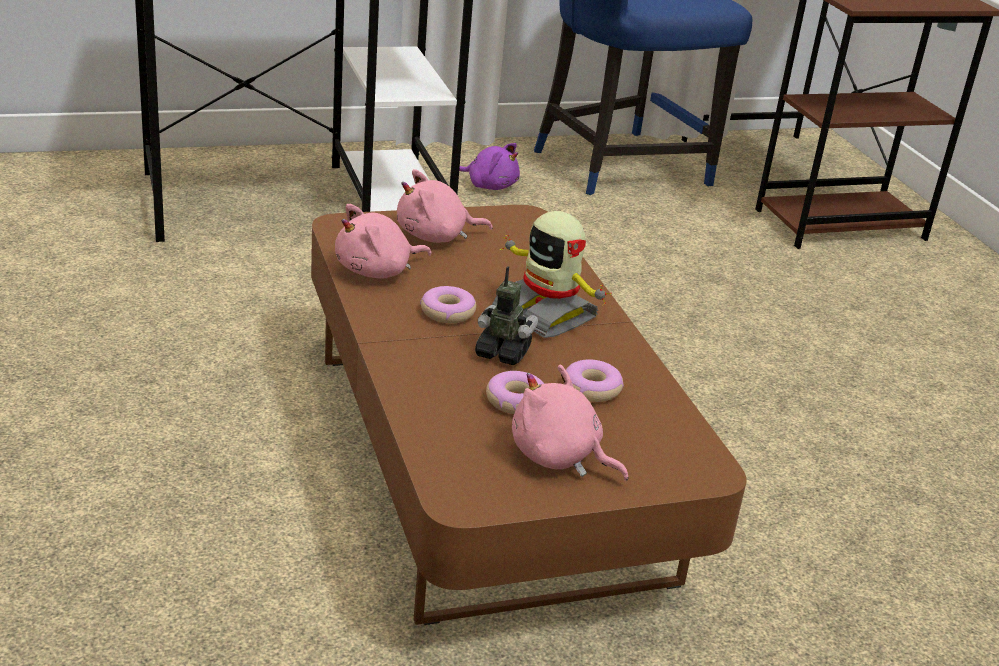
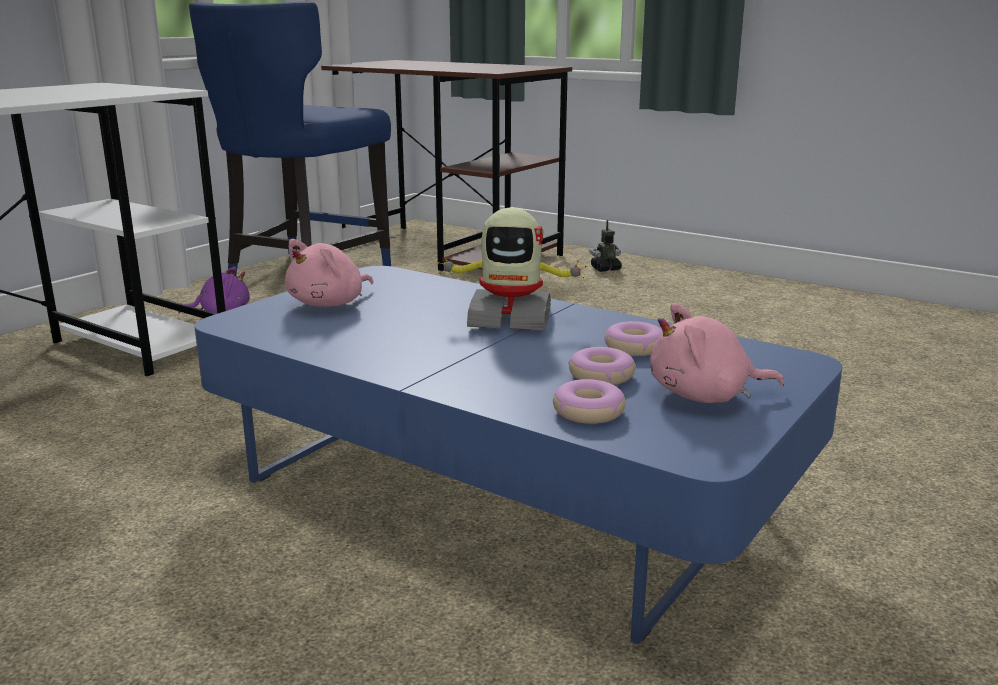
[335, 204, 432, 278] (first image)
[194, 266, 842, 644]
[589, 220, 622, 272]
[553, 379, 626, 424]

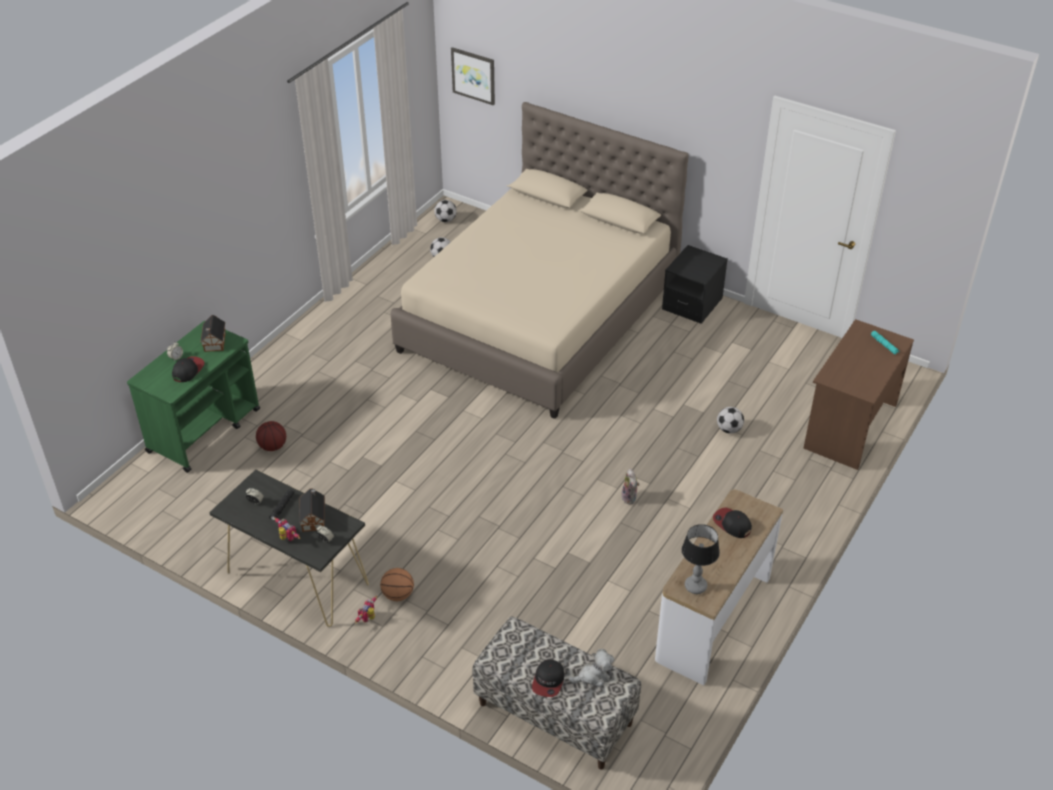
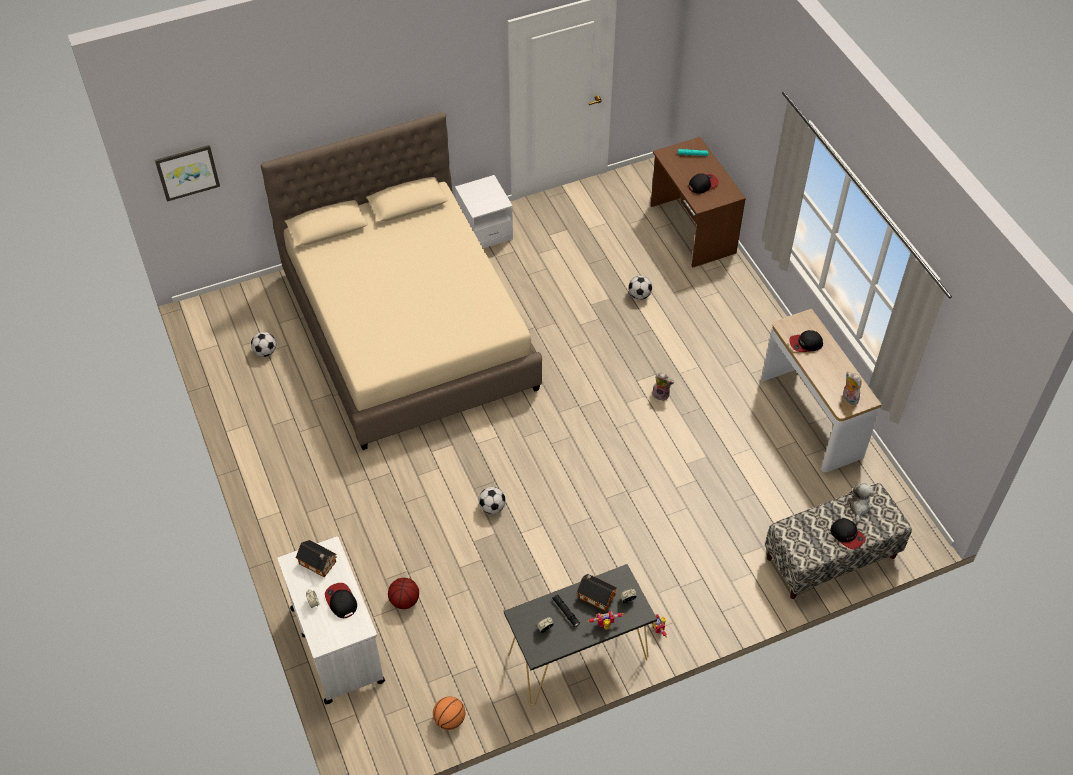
[479, 487, 506, 514]
[455, 175, 513, 248]
[277, 536, 385, 704]
[843, 372, 862, 405]
[433, 696, 465, 730]
[689, 173, 719, 194]

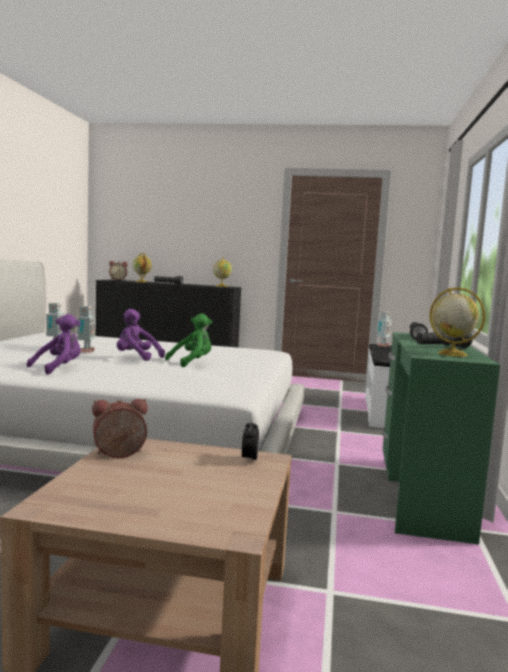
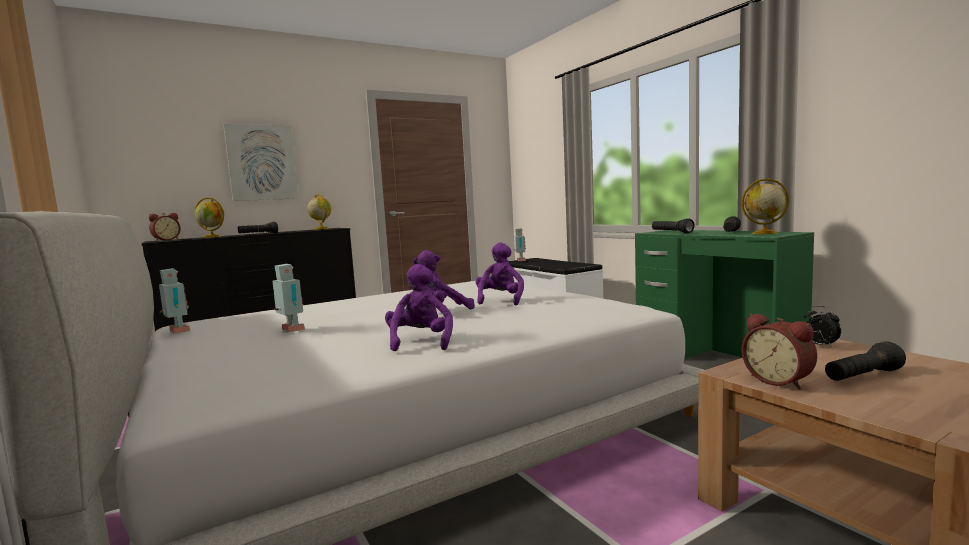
[159, 268, 190, 334]
[476, 243, 524, 305]
[742, 313, 817, 390]
[223, 124, 299, 201]
[825, 341, 906, 381]

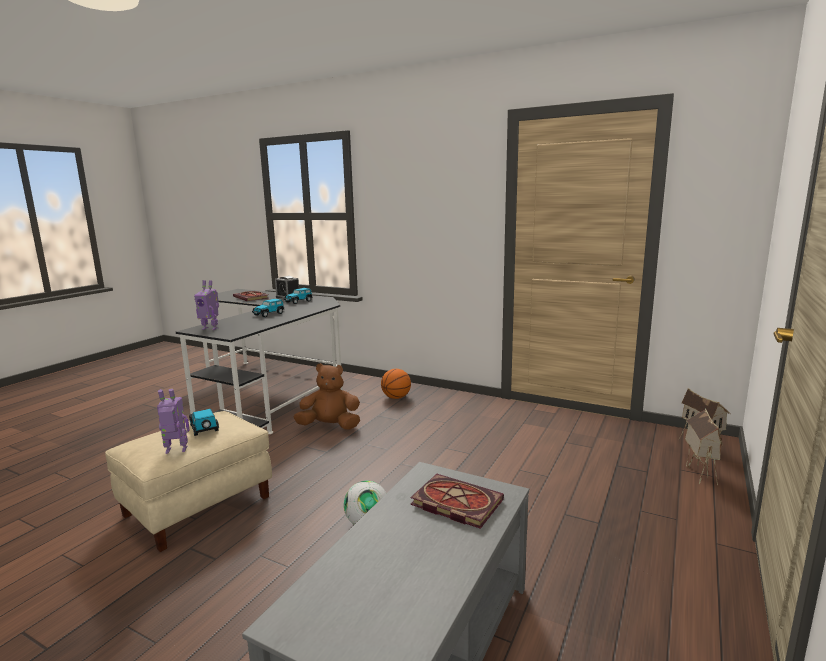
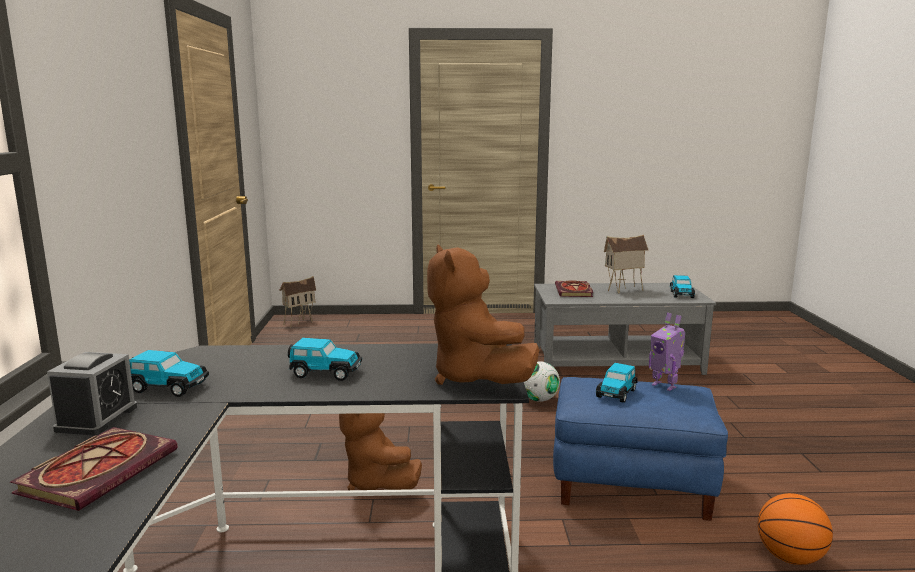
[427, 244, 539, 385]
[758, 493, 833, 565]
[604, 235, 648, 294]
[553, 377, 728, 521]
[670, 275, 695, 298]

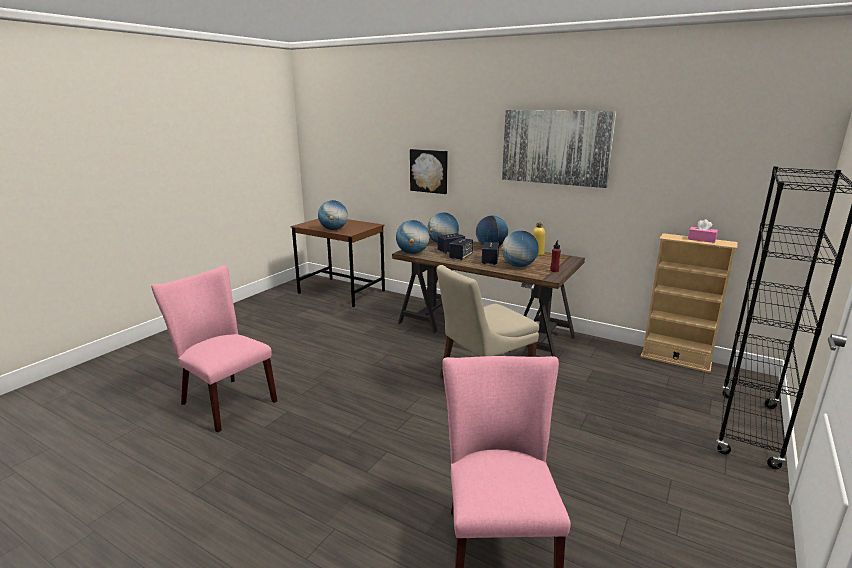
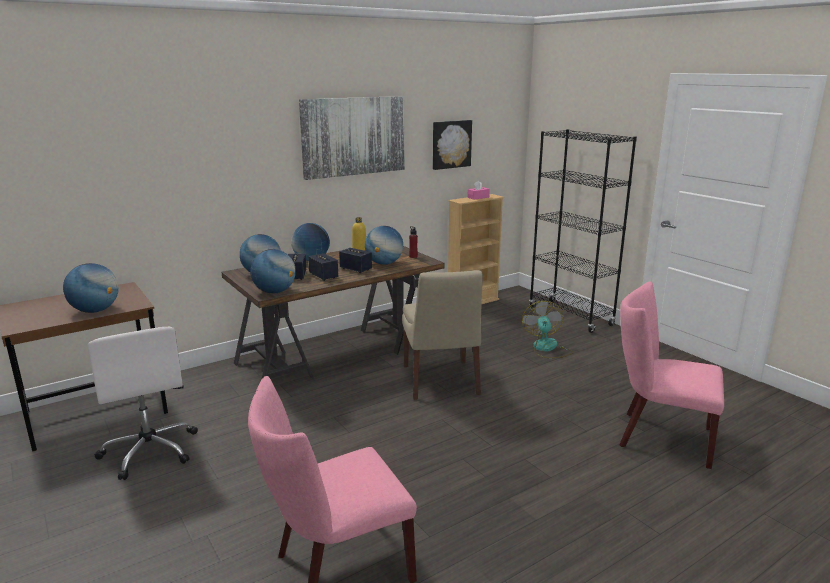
[433, 120, 472, 170]
[522, 301, 573, 358]
[87, 327, 198, 480]

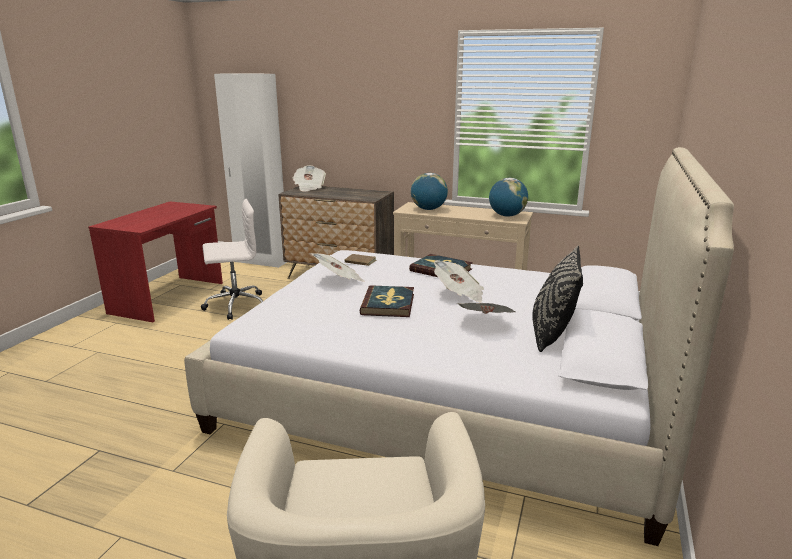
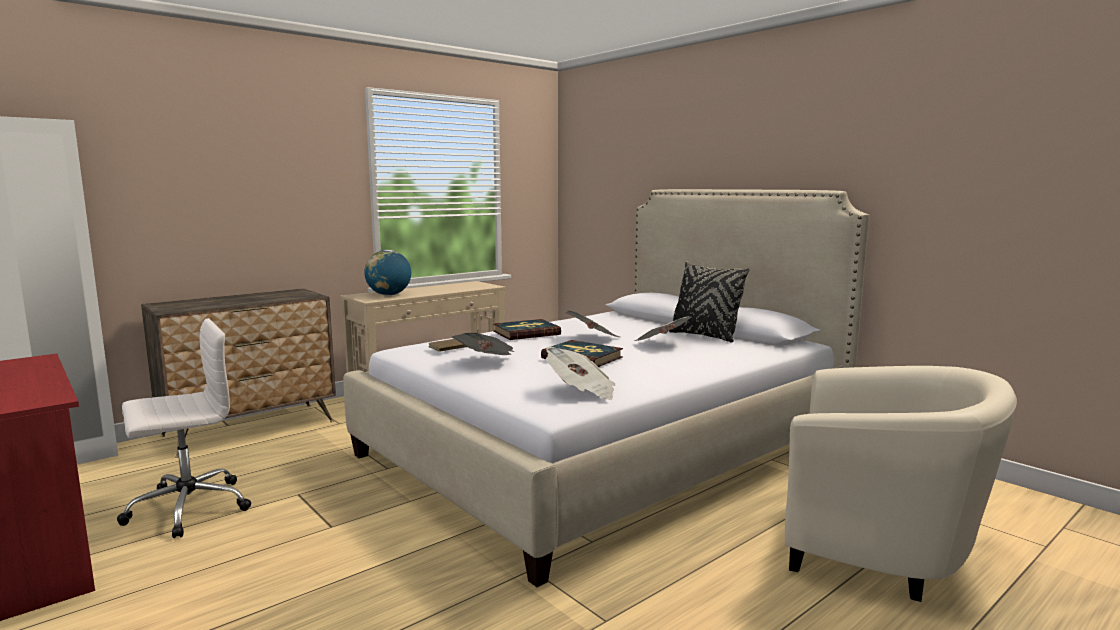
[546, 347, 615, 400]
[489, 178, 528, 217] (first image)
[117, 318, 251, 538]

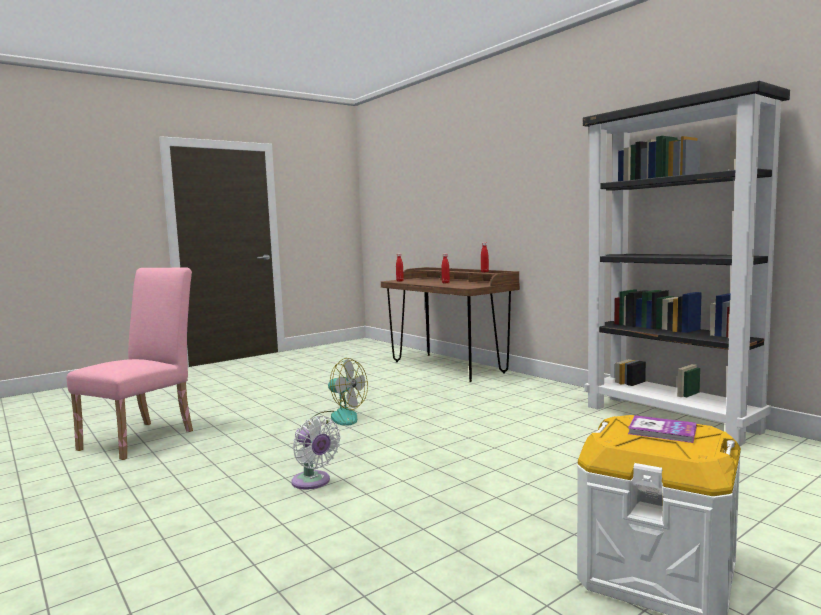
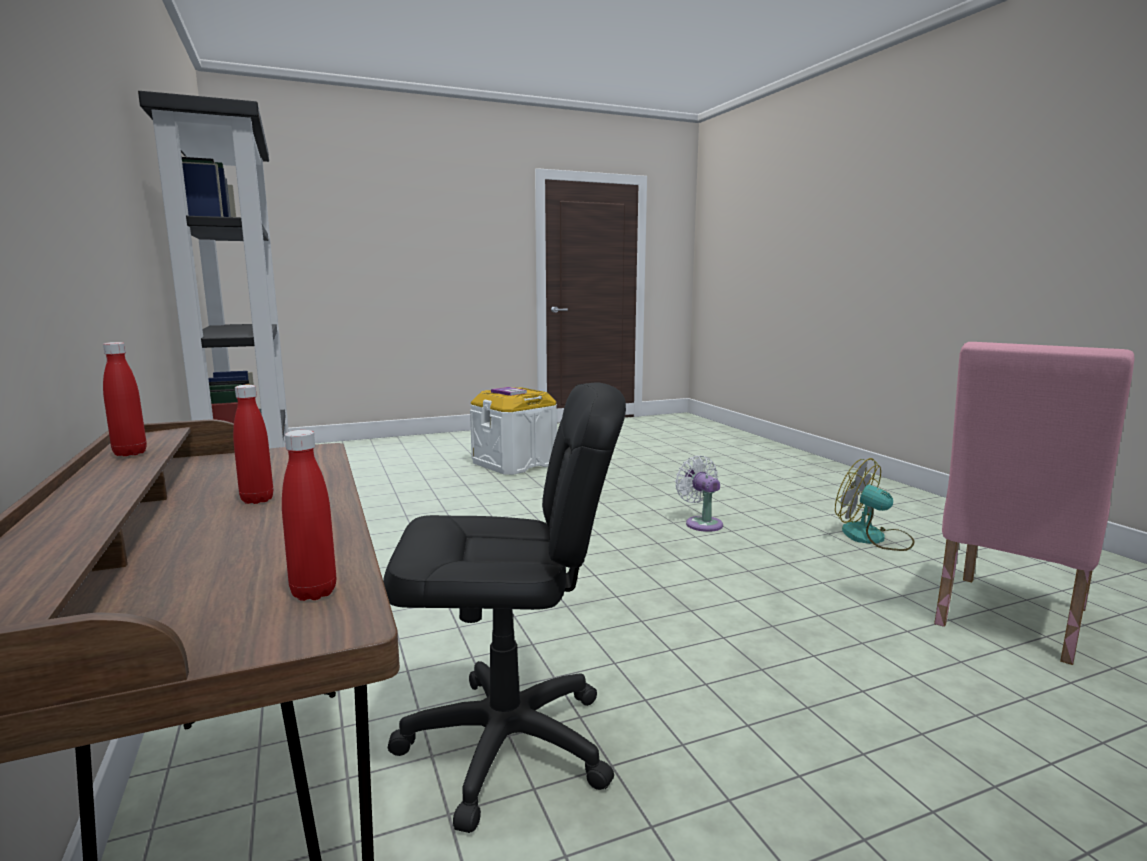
[835, 458, 915, 551]
[383, 382, 626, 833]

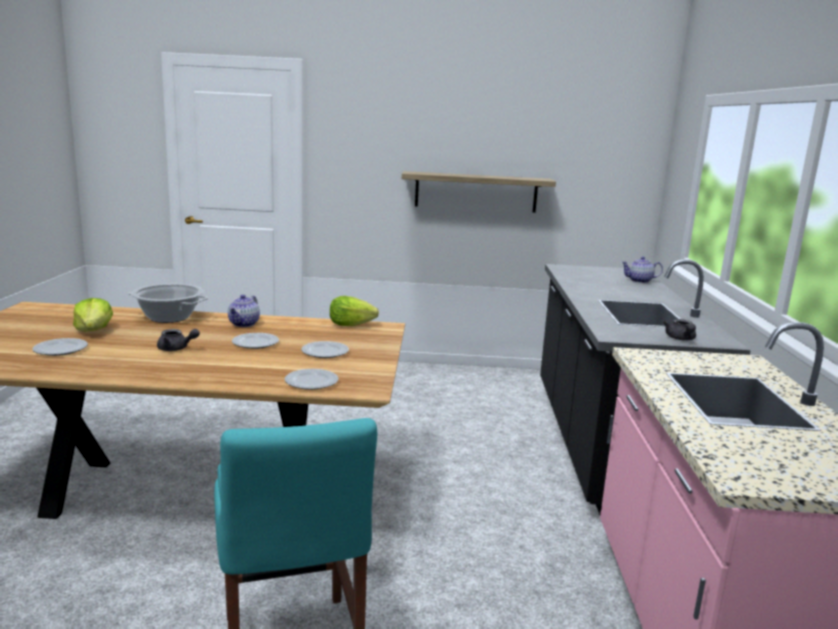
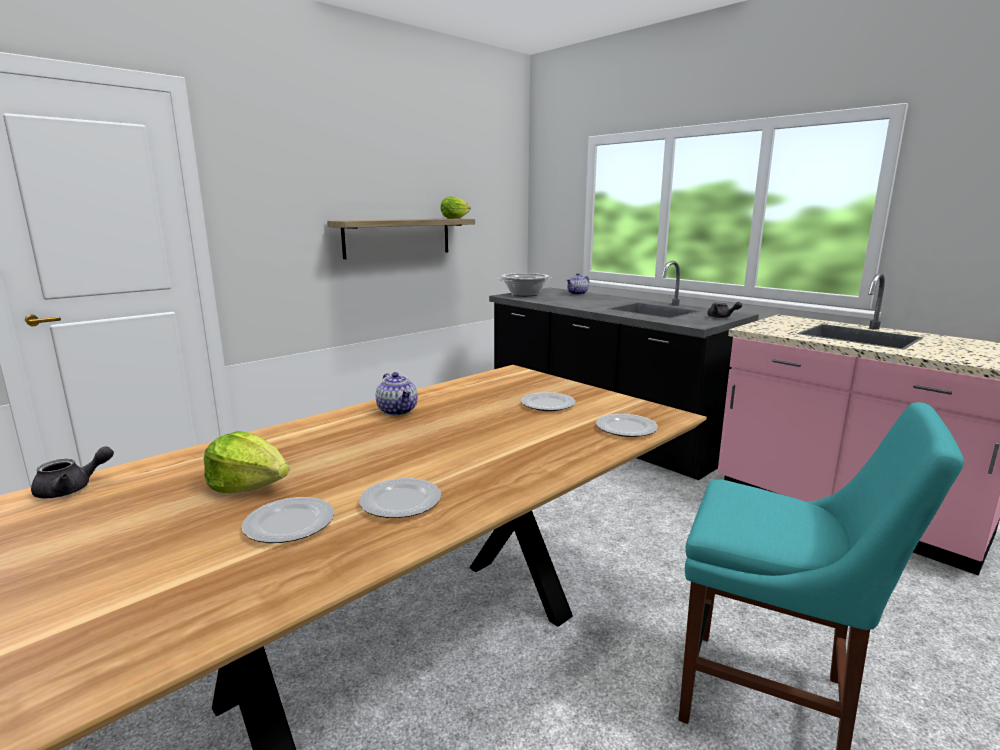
[497, 273, 553, 296]
[440, 197, 471, 219]
[31, 446, 114, 498]
[359, 478, 441, 518]

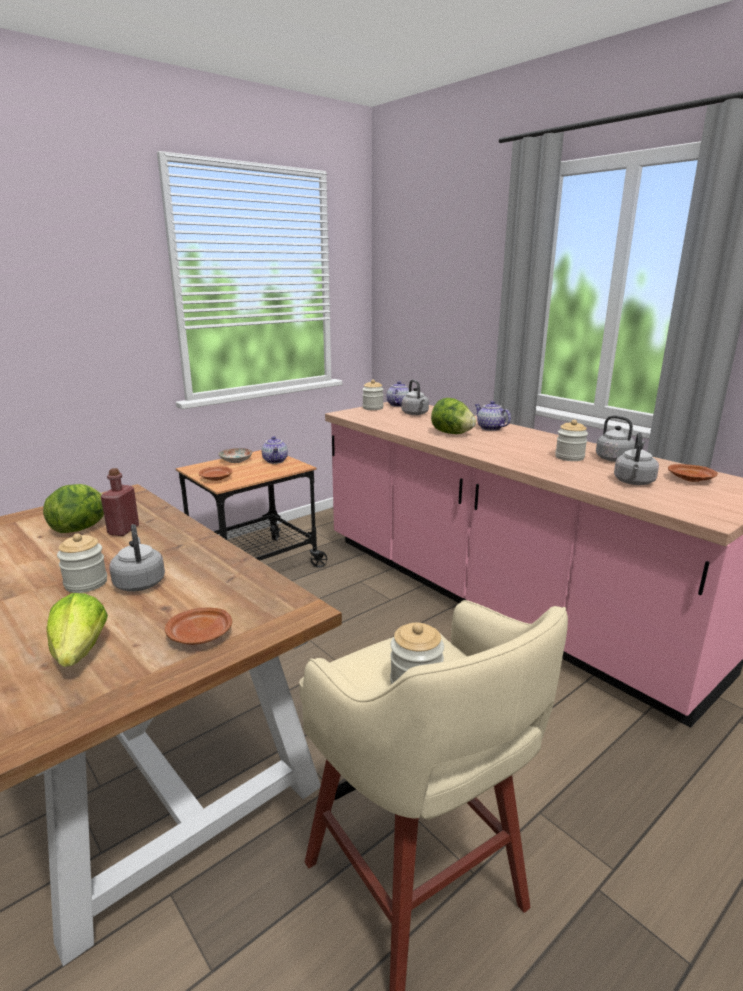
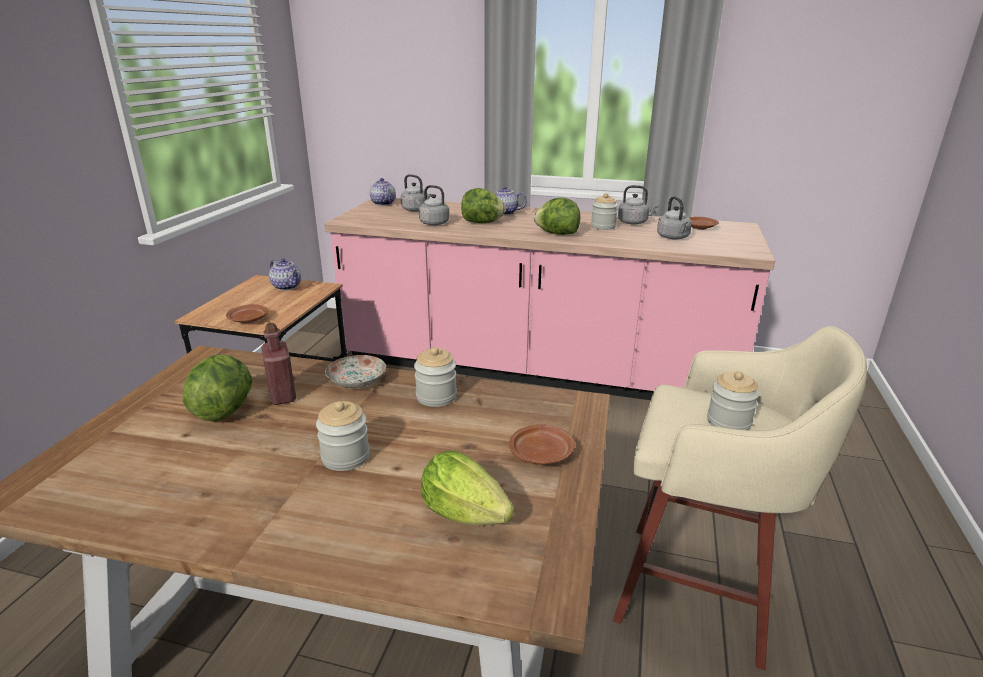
[414, 347, 457, 407]
[325, 355, 386, 388]
[415, 185, 449, 226]
[534, 198, 580, 235]

